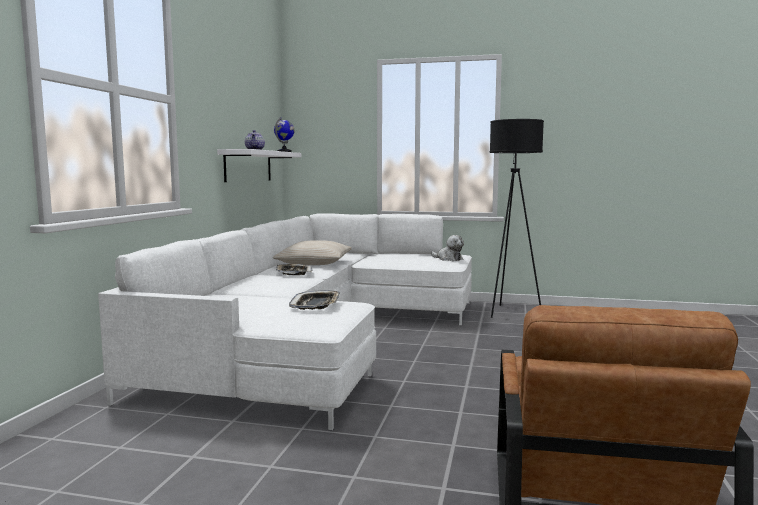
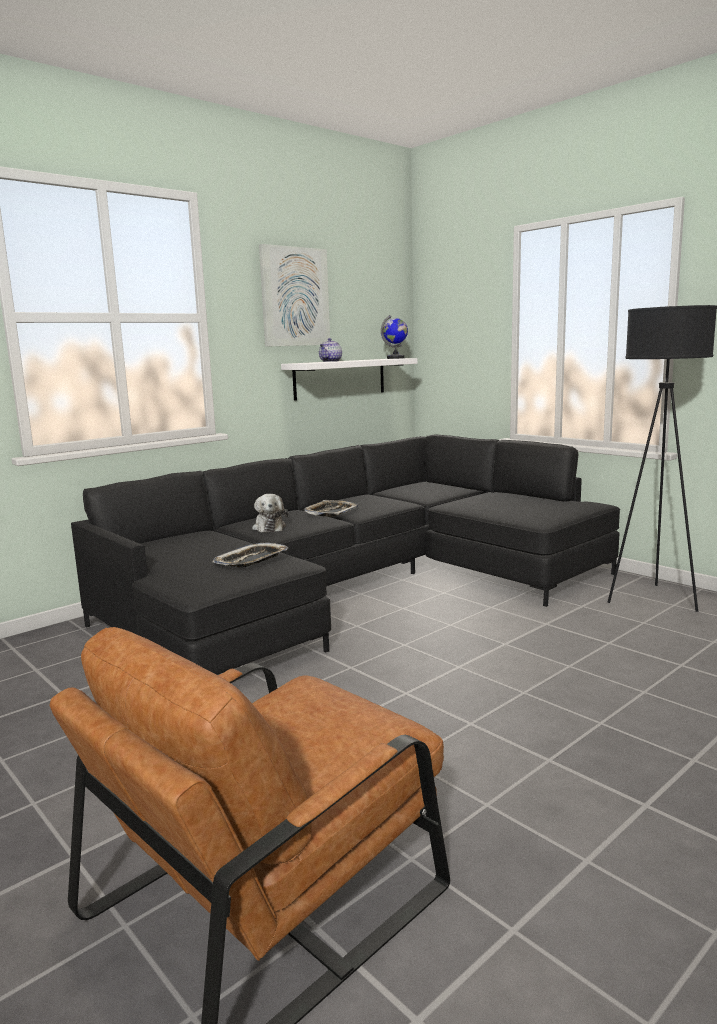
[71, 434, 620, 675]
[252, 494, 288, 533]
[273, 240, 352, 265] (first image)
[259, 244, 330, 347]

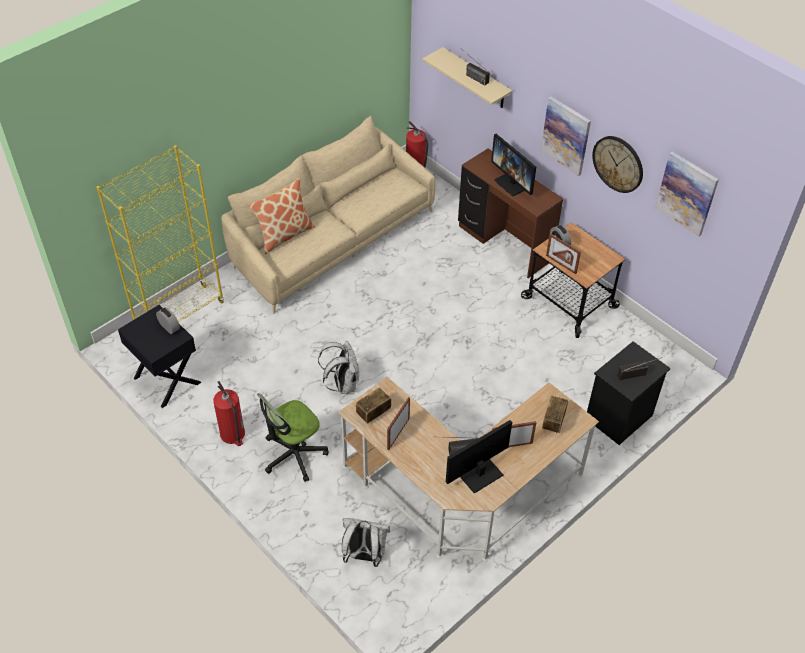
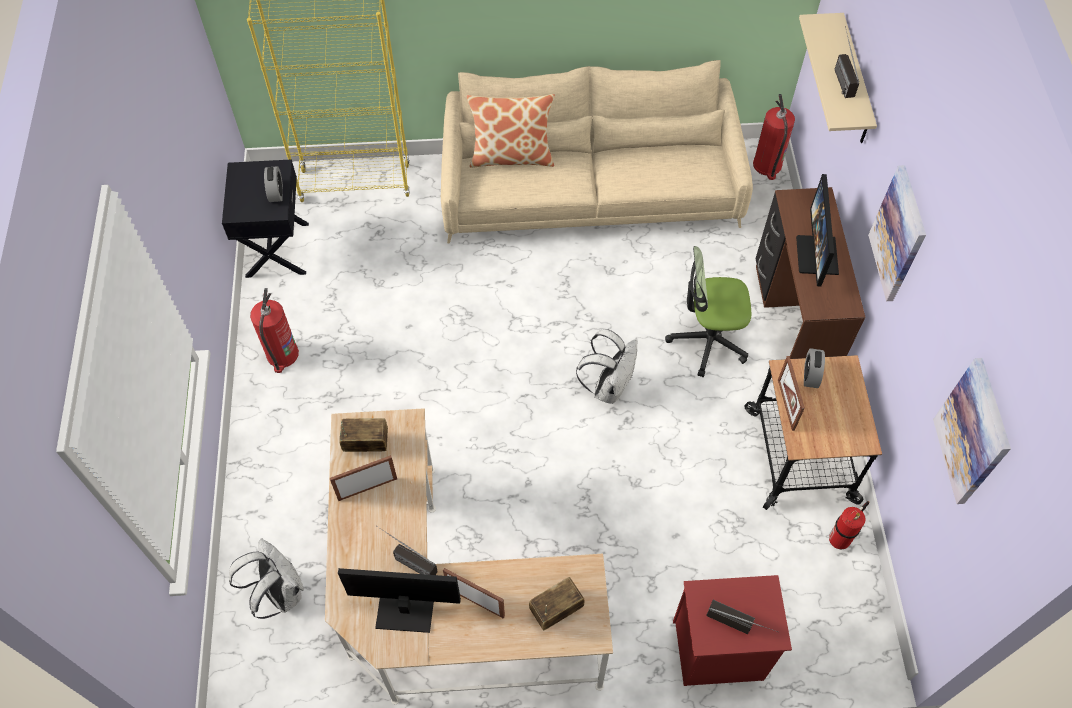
[592, 136, 643, 193] (first image)
[576, 329, 637, 404]
[673, 575, 792, 686]
[665, 246, 751, 377]
[829, 501, 869, 549]

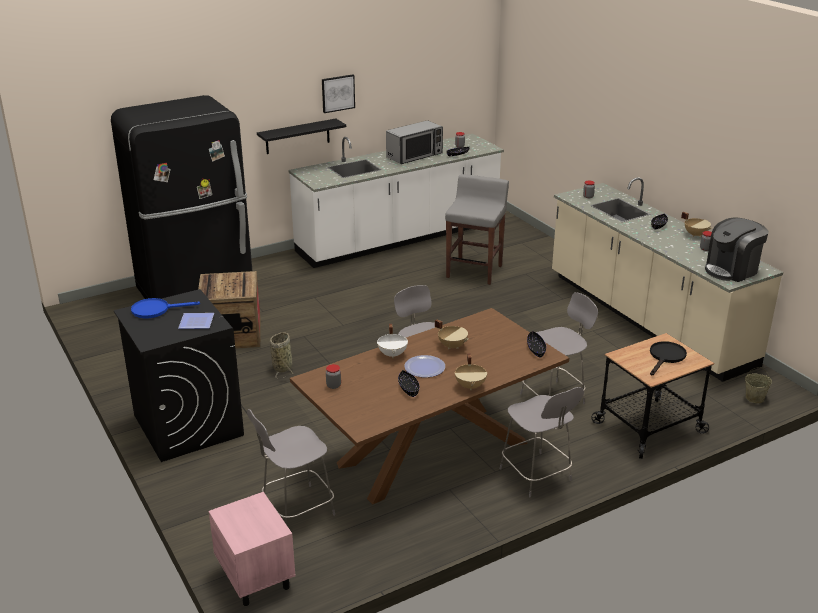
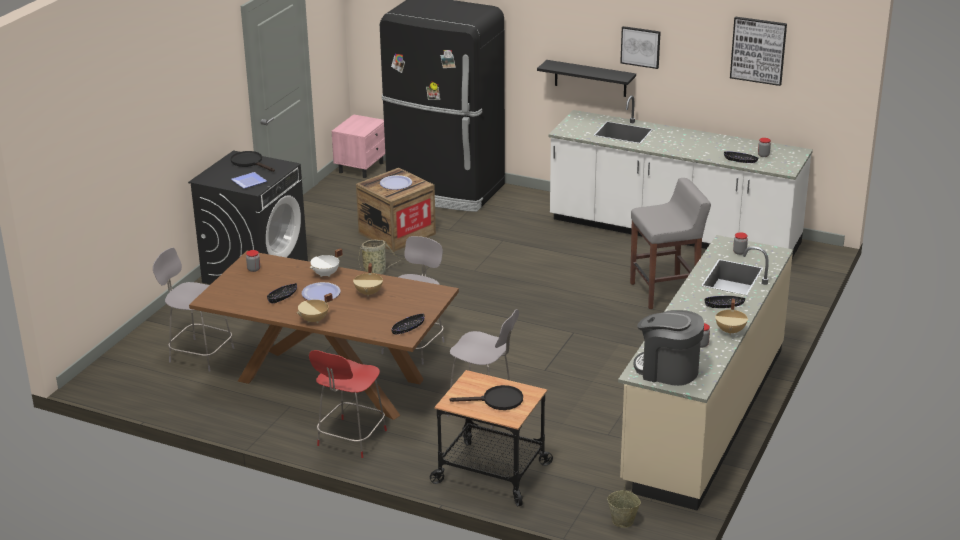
[386, 120, 443, 164] (first image)
[231, 151, 275, 172]
[309, 350, 387, 458]
[332, 114, 385, 178]
[730, 17, 787, 86]
[380, 175, 412, 190]

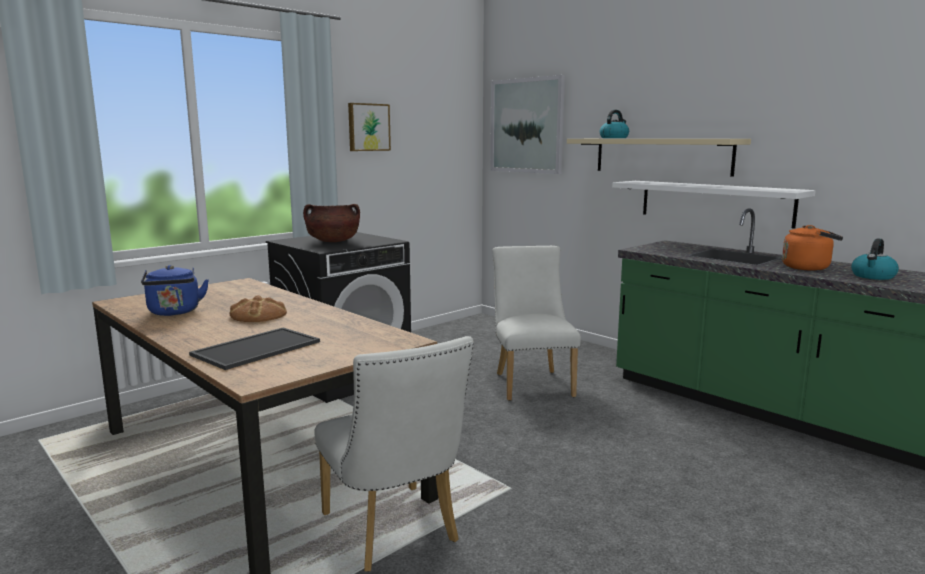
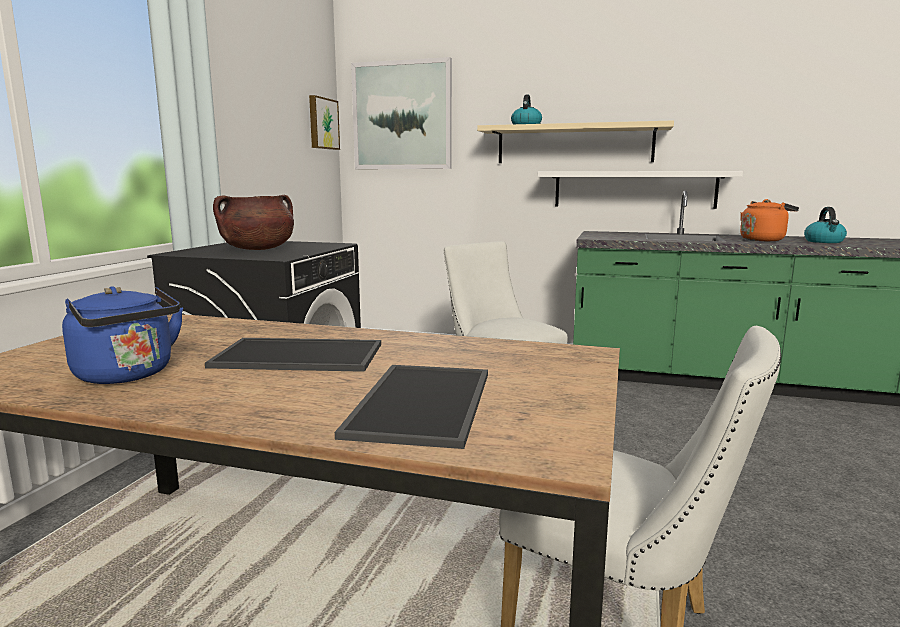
[309, 95, 340, 150]
[205, 338, 381, 372]

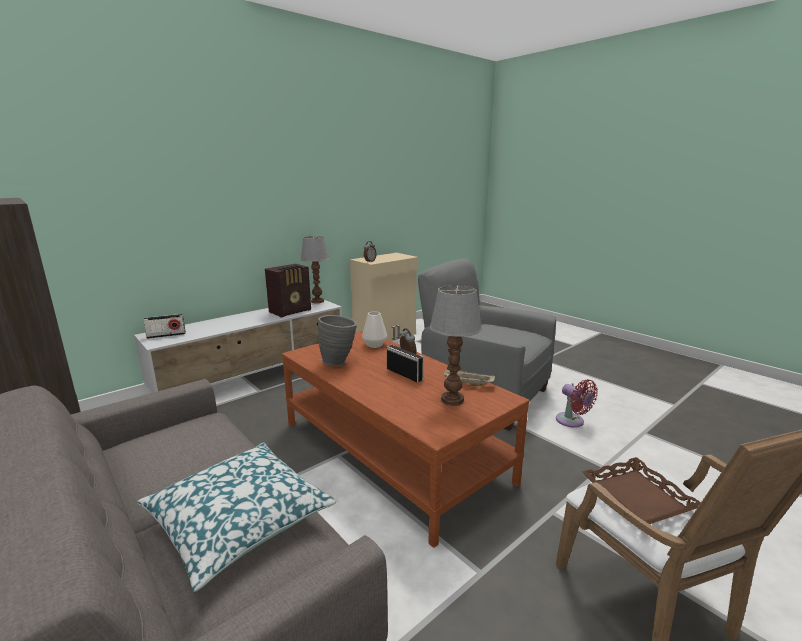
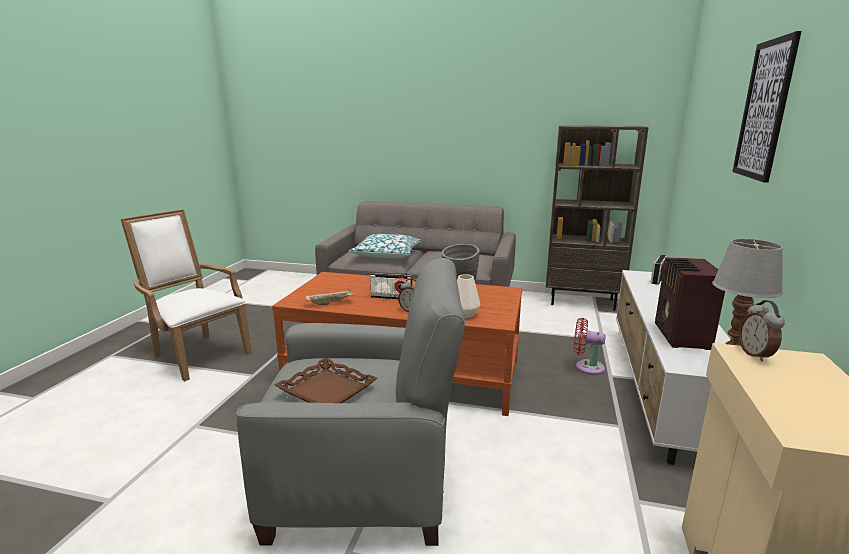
[430, 285, 482, 406] (first image)
[574, 318, 606, 375]
[275, 358, 377, 403]
[732, 31, 802, 183]

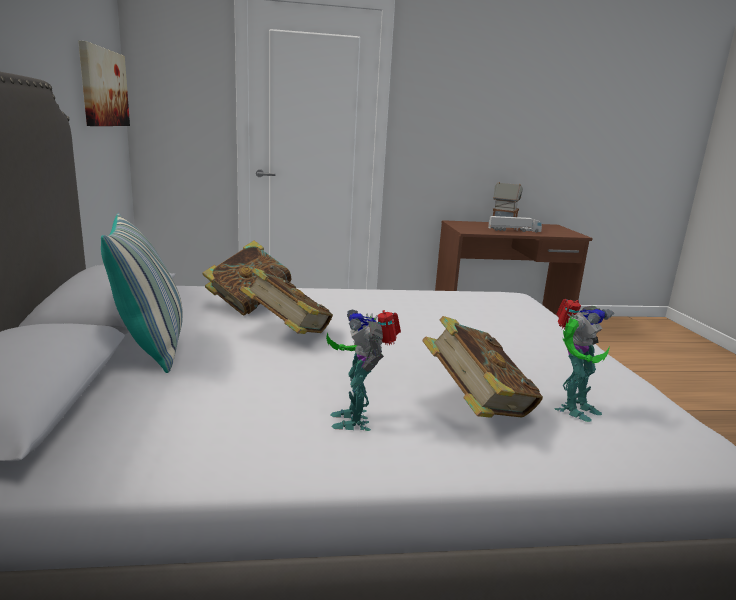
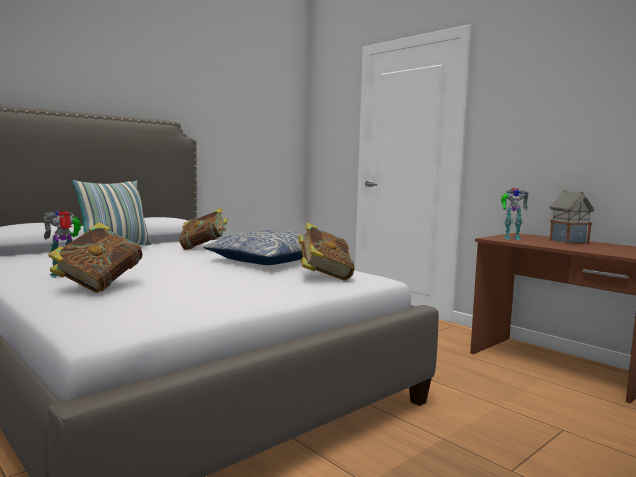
[78, 41, 130, 126] (first image)
[488, 216, 542, 233] (first image)
[298, 222, 354, 281]
[501, 188, 529, 240]
[203, 230, 305, 265]

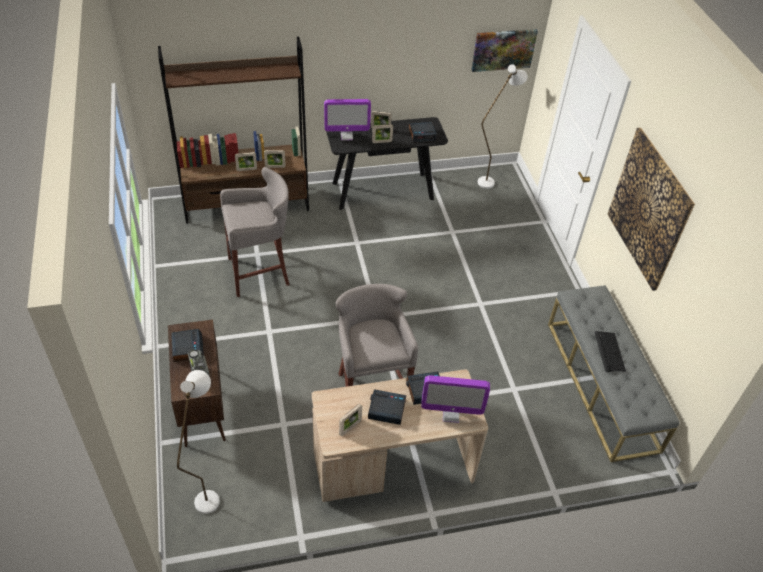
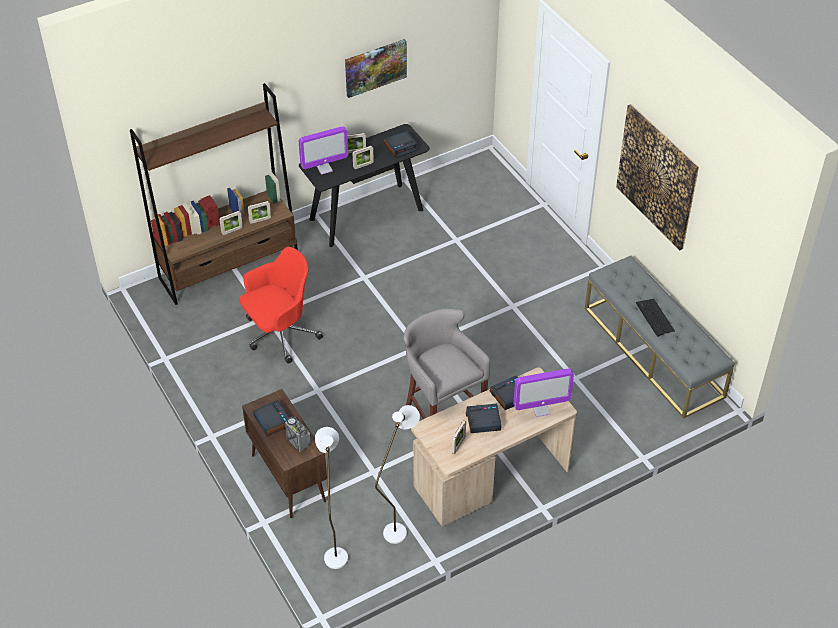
[345, 39, 407, 98]
[375, 405, 420, 544]
[239, 247, 323, 364]

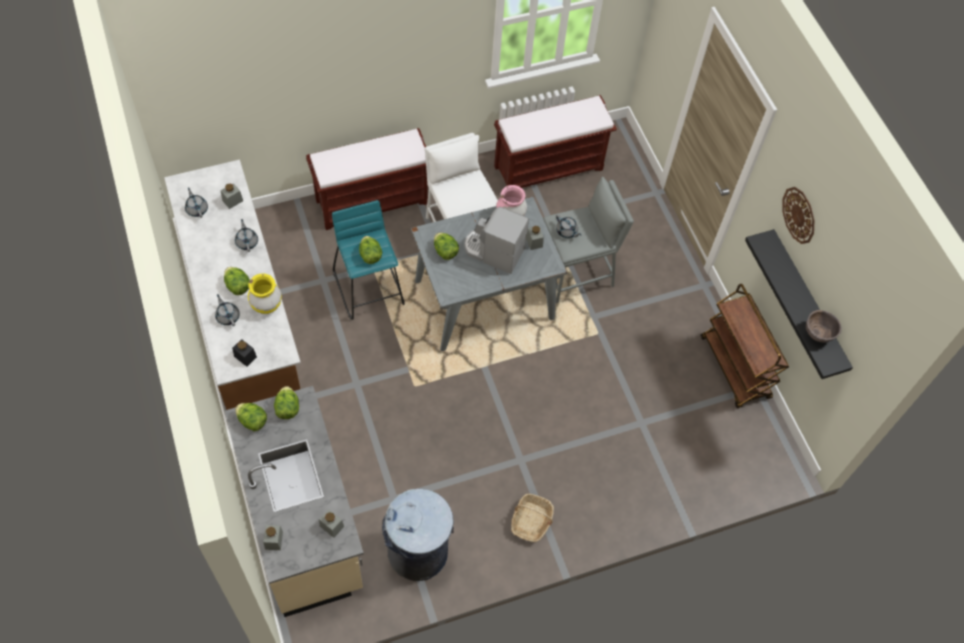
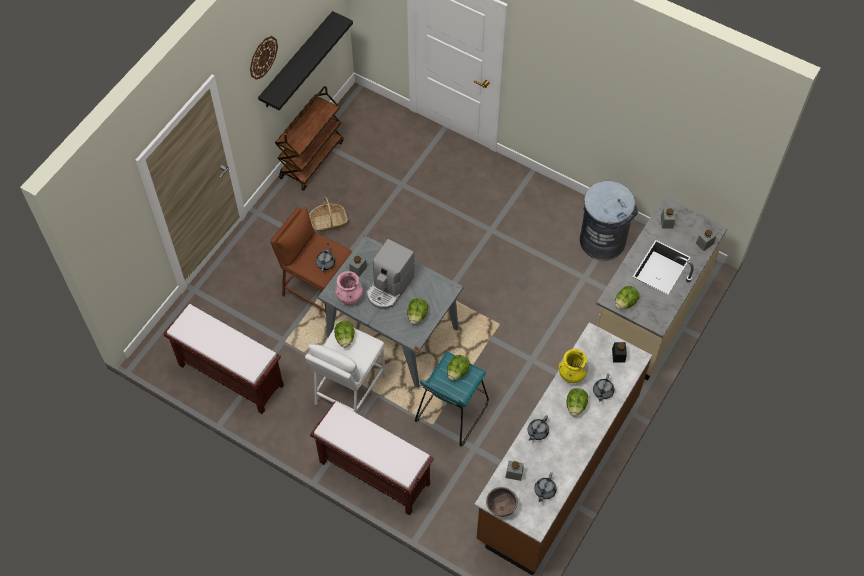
[270, 207, 353, 312]
[366, 239, 415, 309]
[486, 487, 518, 517]
[334, 321, 355, 348]
[309, 197, 348, 232]

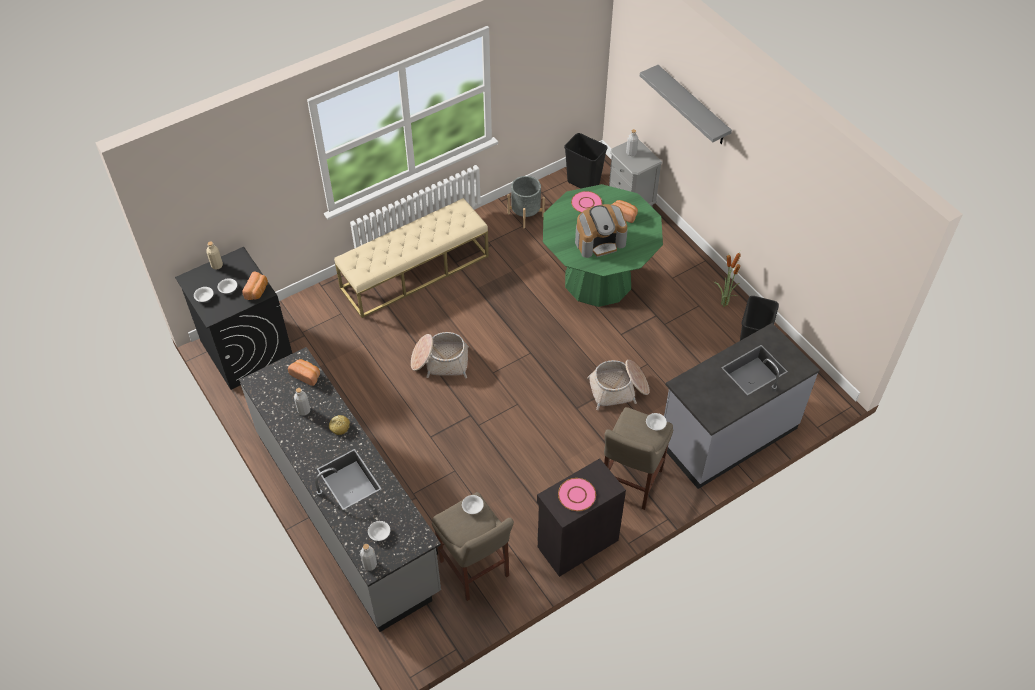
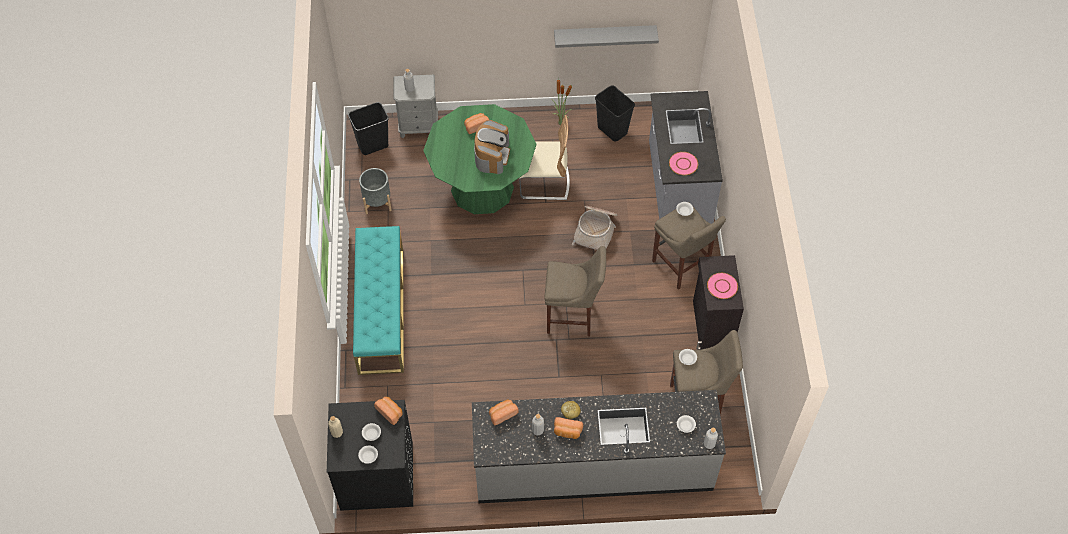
[554, 25, 659, 48]
[669, 152, 698, 175]
[353, 226, 404, 375]
[411, 332, 469, 378] (first image)
[519, 115, 570, 200]
[544, 246, 606, 336]
[554, 417, 583, 439]

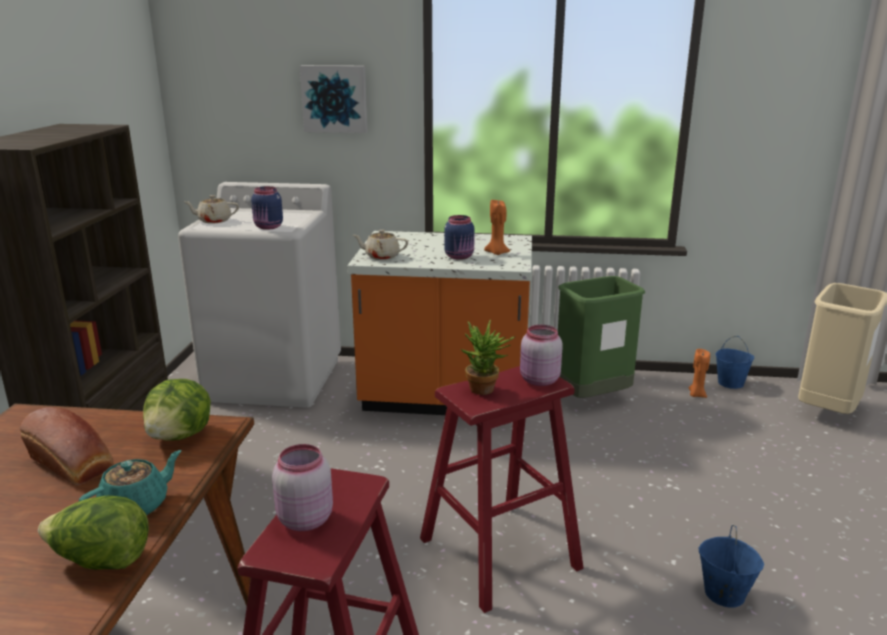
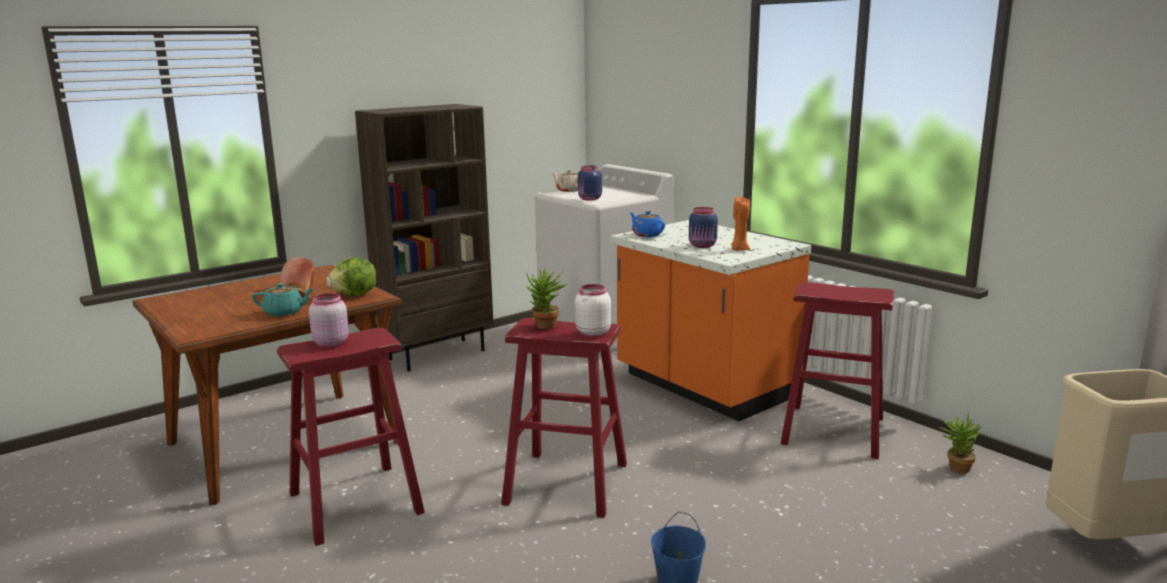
[300, 65, 367, 133] (first image)
[630, 211, 665, 237]
[781, 282, 894, 459]
[575, 284, 611, 337]
[716, 336, 754, 389] (first image)
[939, 413, 981, 473]
[38, 495, 149, 570] (first image)

